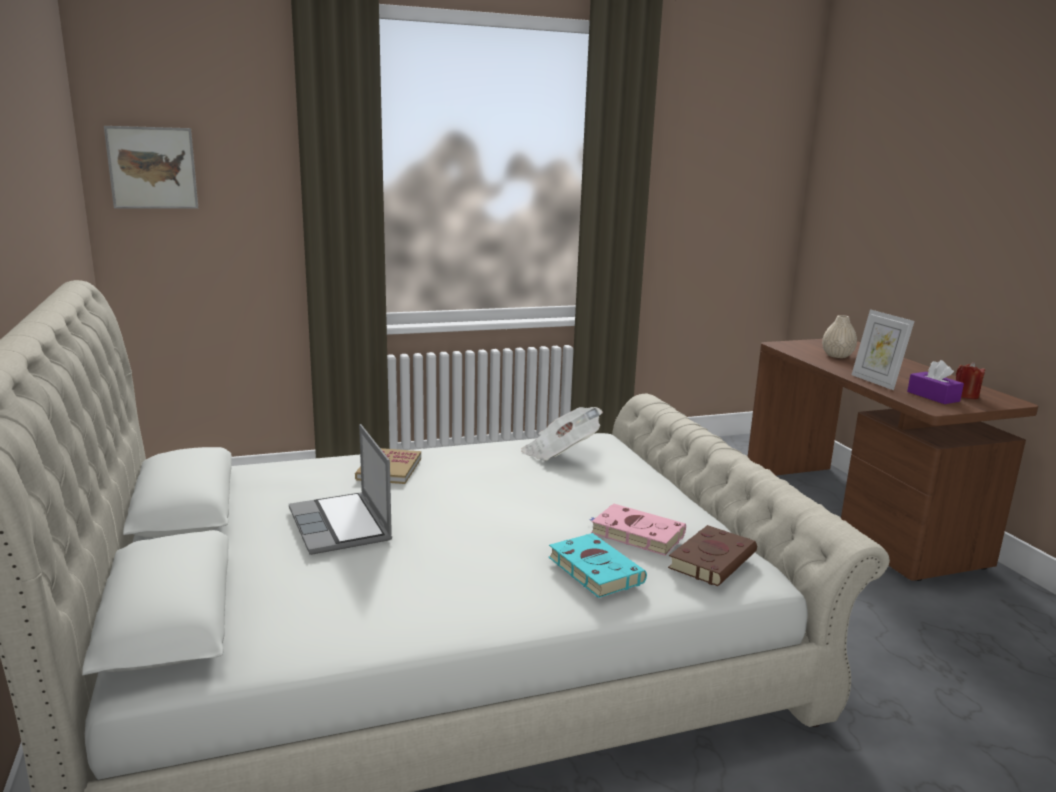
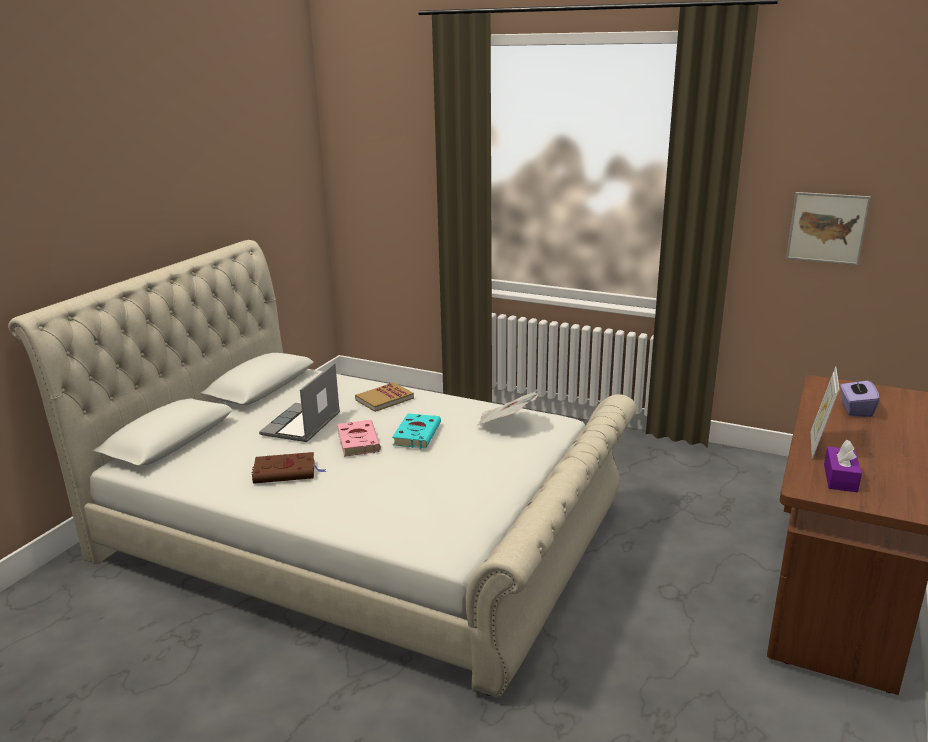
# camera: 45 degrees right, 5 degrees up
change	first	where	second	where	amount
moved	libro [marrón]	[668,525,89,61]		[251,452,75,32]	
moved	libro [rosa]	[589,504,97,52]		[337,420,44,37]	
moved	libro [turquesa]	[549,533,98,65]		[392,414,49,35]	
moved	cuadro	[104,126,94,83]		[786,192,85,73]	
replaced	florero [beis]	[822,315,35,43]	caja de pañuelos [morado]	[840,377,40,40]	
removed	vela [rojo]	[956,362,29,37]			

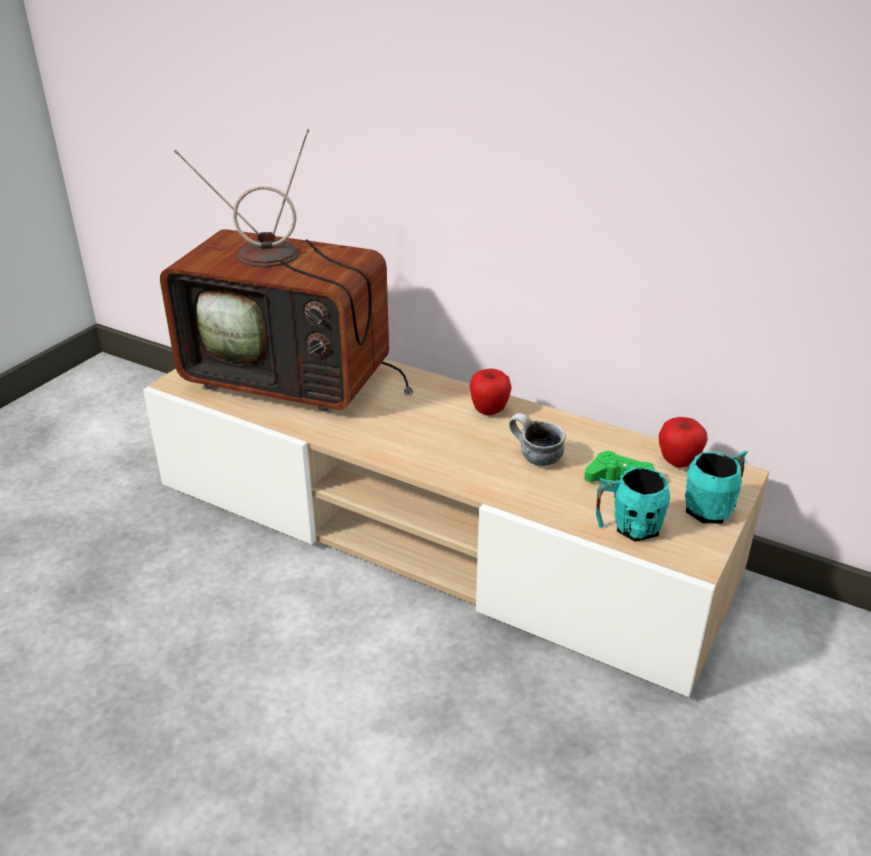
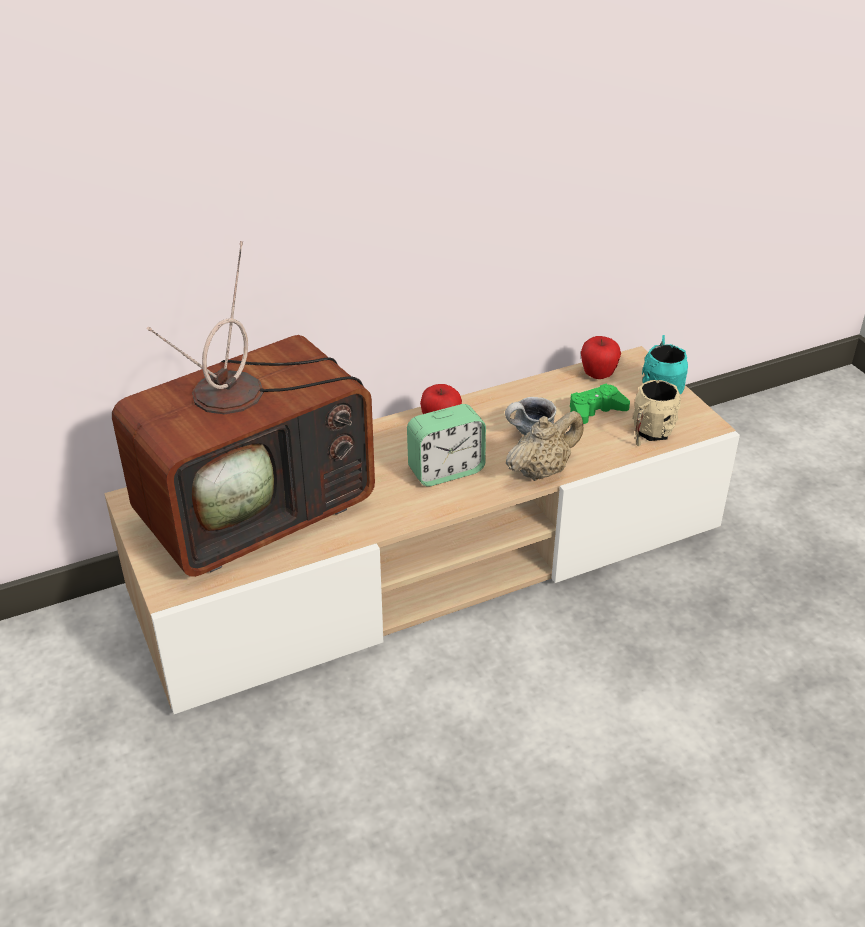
# camera: 55 degrees left, 5 degrees up
change	first	where	second	where	amount
added			despertador	[407,404,79,83]	
added			tetera [beis]	[506,411,78,70]	
recoloured	taza grande [turquesa]	[596,467,74,75]	taza grande [beis]	[633,380,48,66]	

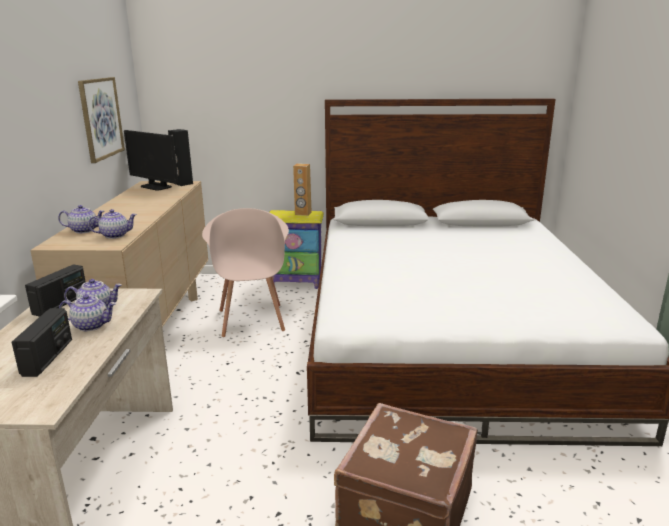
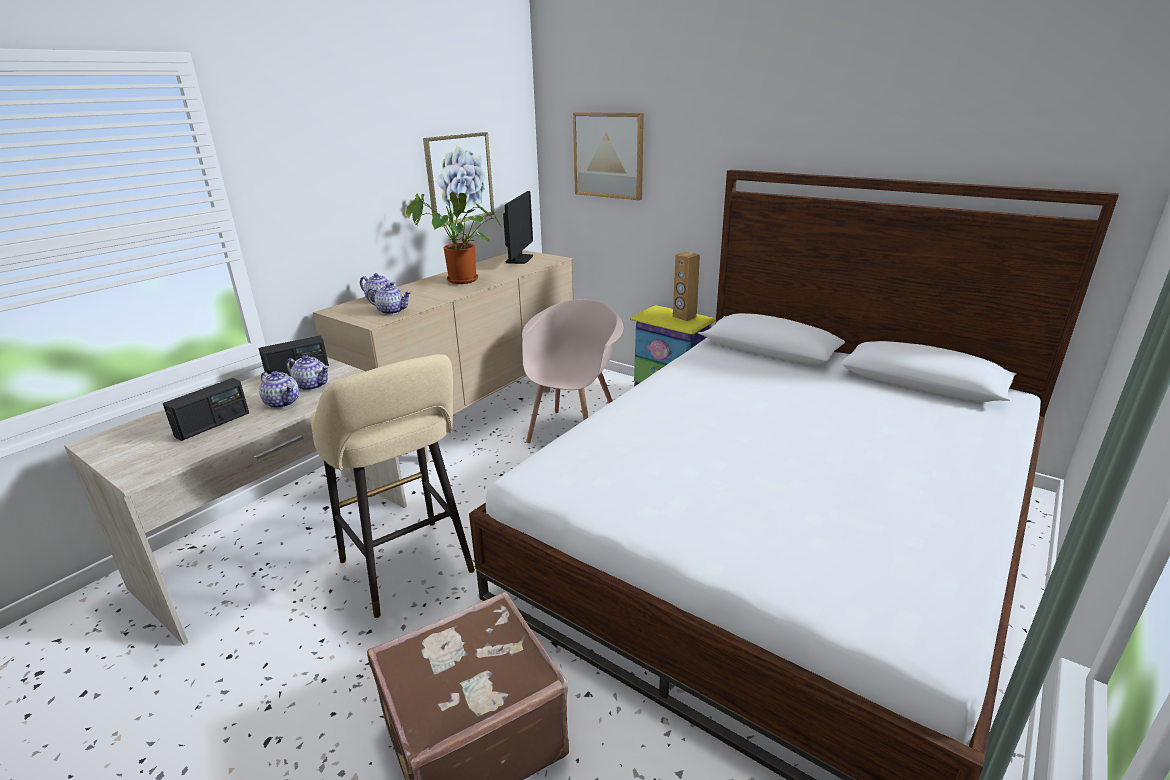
# camera: 35 degrees right, 5 degrees up
change	first	where	second	where	amount
added			taburete [beis]	[310,354,165,264]	
added			planta en maceta	[406,192,96,92]	
turned	monitor	[124,130,54,61]		[503,191,30,73]	150 degrees counterclockwise
added			cuadro	[573,112,71,88]	
removed	altavoz [negro]	[168,129,25,57]			

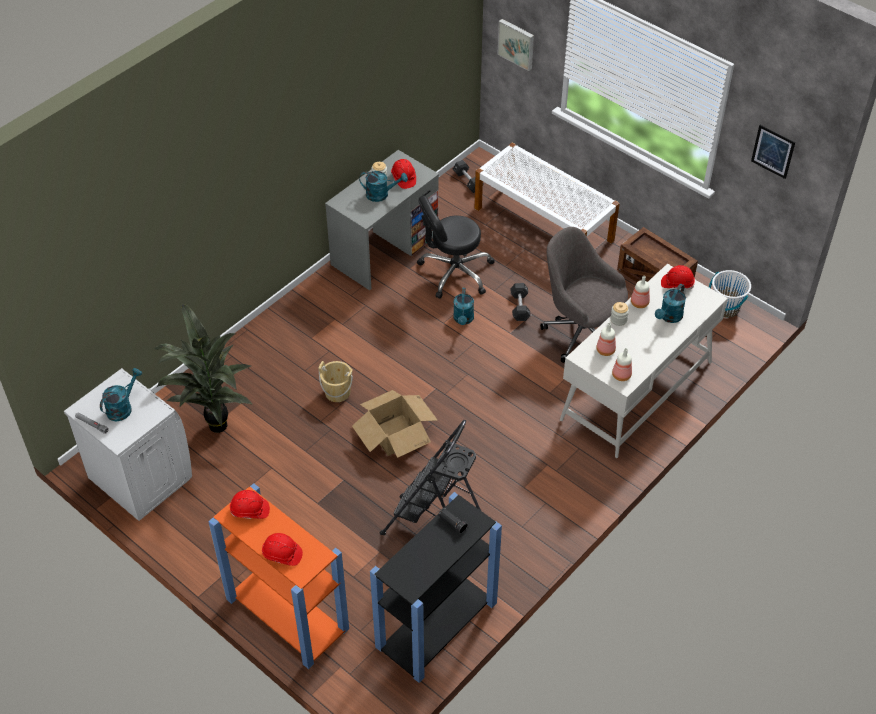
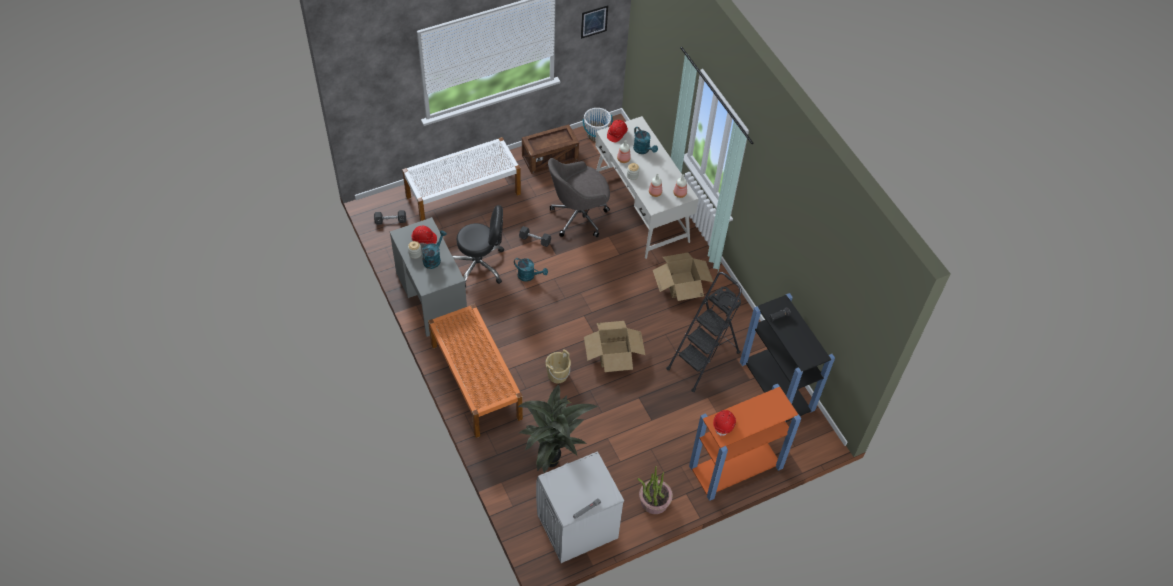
# camera: 70 degrees left, 5 degrees up
change	first	where	second	where	amount
added			banco [naranja]	[428,304,95,134]	
turned	silla de oficina [negro]	[417,195,78,104]		[452,205,52,83]	90 degrees counterclockwise
added			planta en maceta	[637,466,36,48]	
added			caja de cartón	[653,253,60,48]	
removed	regadera [turquesa]	[100,368,42,53]			
removed	casco [rojo]	[262,533,41,33]			
removed	cuadro	[497,19,37,52]			

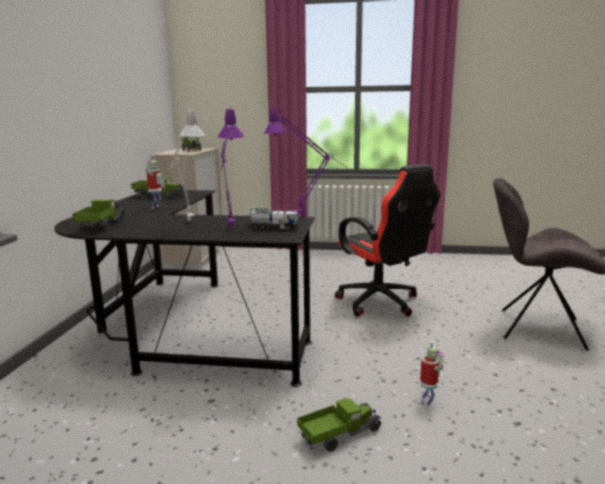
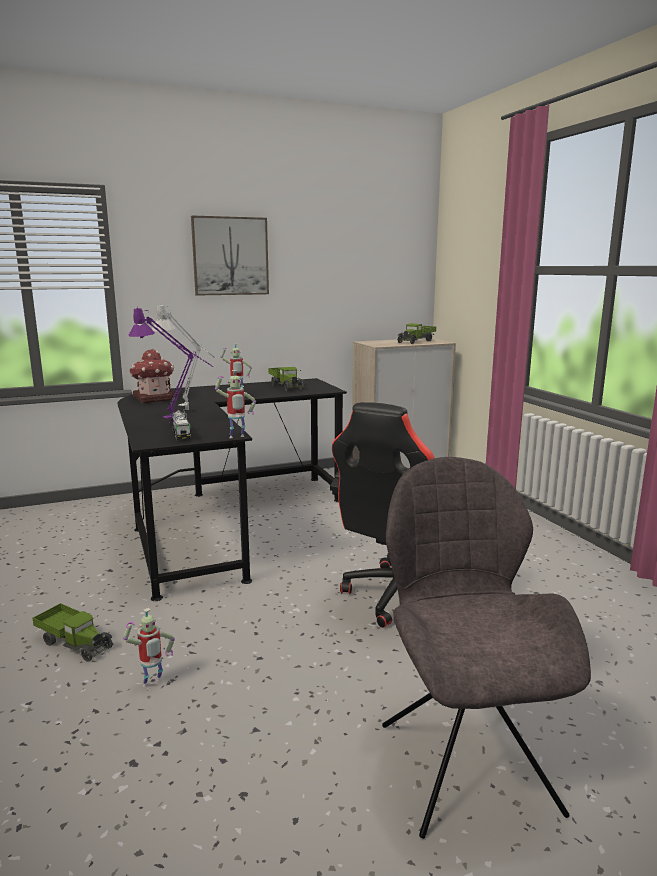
# camera: 60 degrees right, 0 degrees up
change	first	where	second	where	amount
replaced	camión de juguete	[72,200,53,30]	casita	[130,349,47,54]	
added			cuadro	[191,215,78,81]	
replaced	lámpara de mesa [morado]	[264,107,89,111]	robot de juguete	[215,370,41,68]	

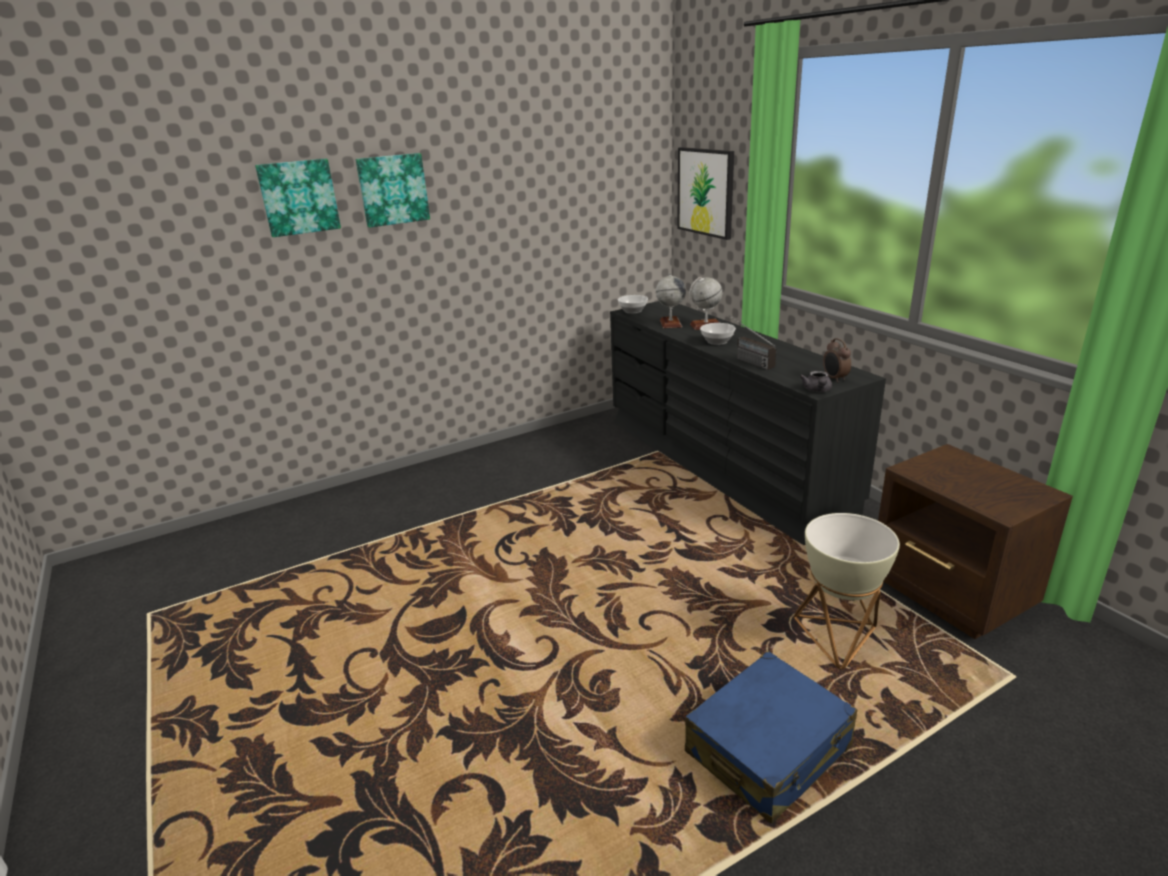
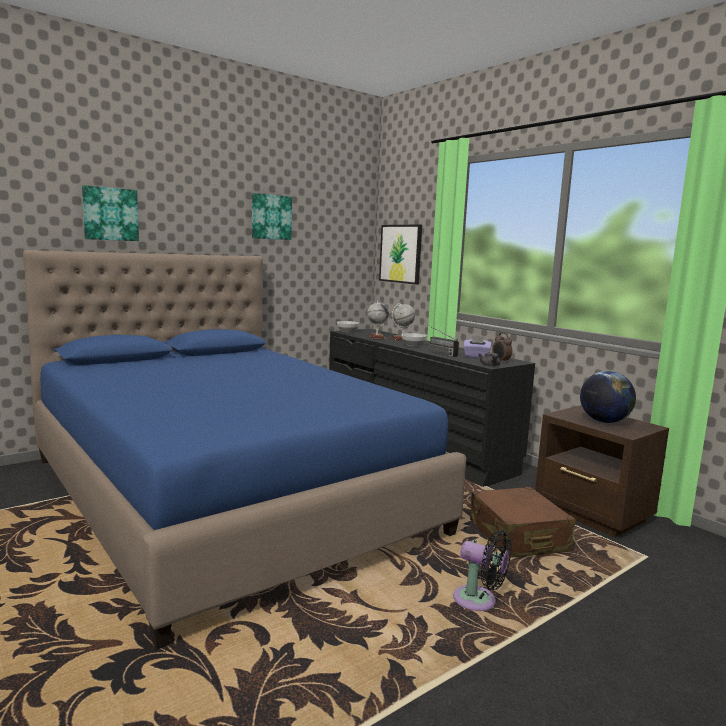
# camera: 10 degrees left, 15 degrees down
change	first	where	second	where	amount
added			cama [azul]	[23,250,443,400]	
moved	cuadro	[356,153,74,75]		[252,193,40,47]	
replaced	maleta [azul]	[685,651,172,173]	ventilador [negro]	[453,530,59,81]	
added			caja de pañuelos [morado]	[463,336,29,22]	
replaced	maceta	[794,513,106,156]	maleta [marrón]	[470,487,105,71]	
added			globo terráqueo	[580,371,56,52]	

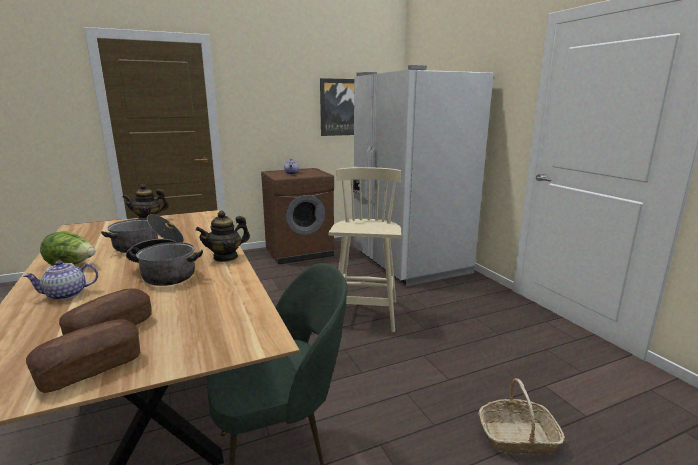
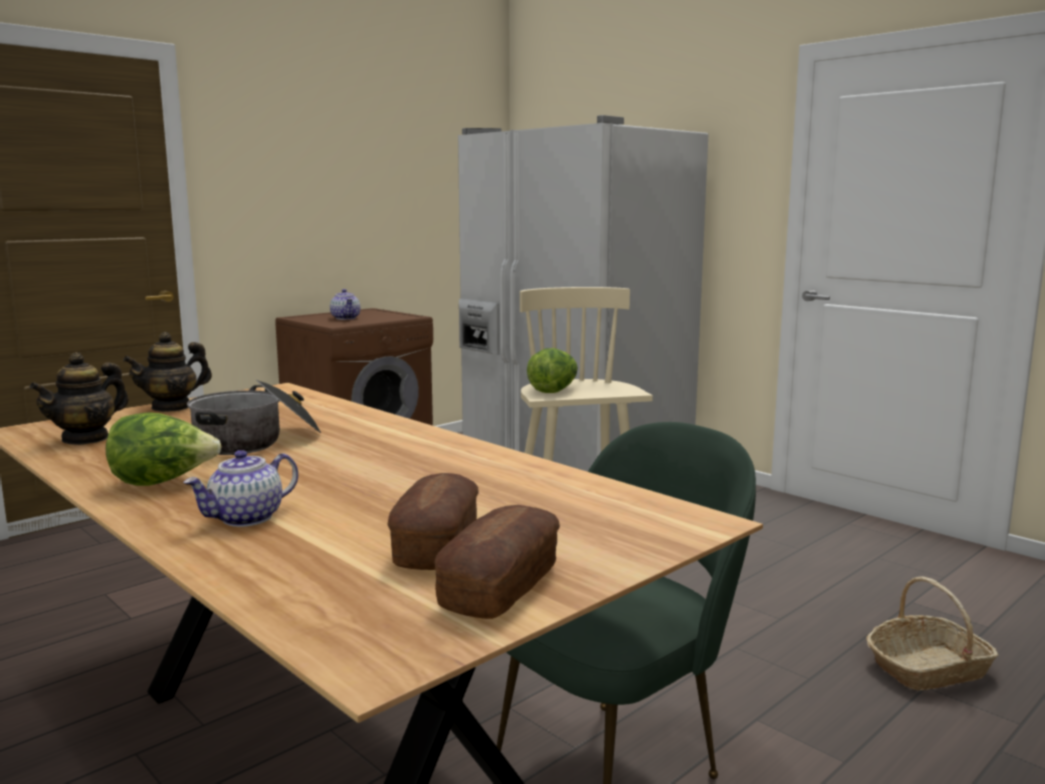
# camera: 20 degrees left, 5 degrees down
change	first	where	second	where	amount
moved	tetera	[196,211,54,51]		[29,352,100,93]	
added			lechuga	[527,348,51,45]	
removed	olla	[126,239,77,47]			
removed	cuadro	[320,78,34,58]			

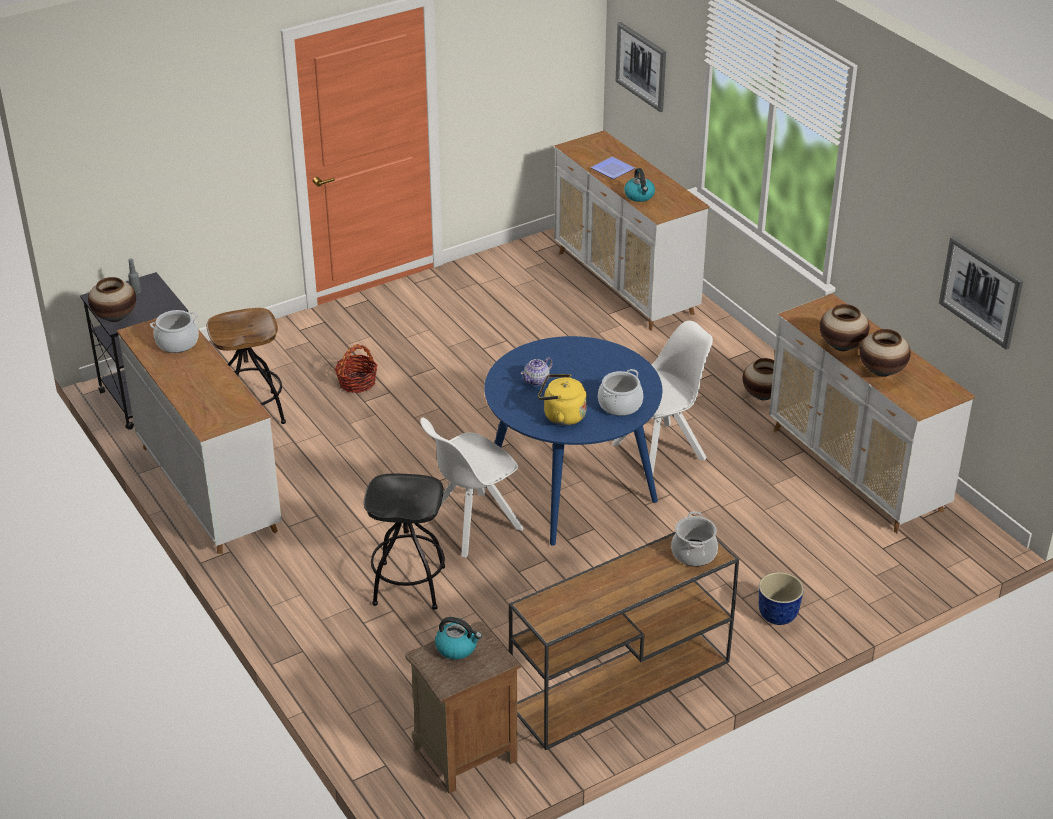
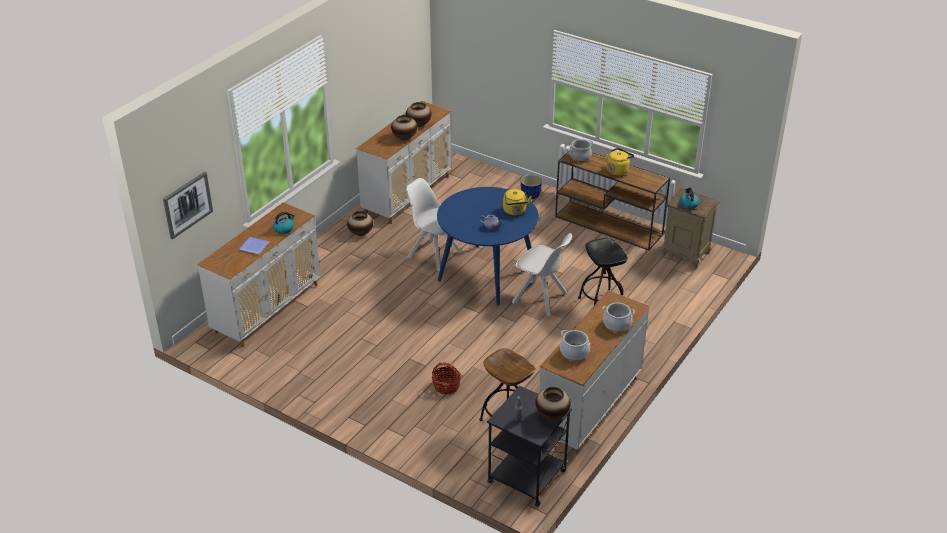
# camera: 115 degrees left, 0 degrees up
change	first	where	second	where	amount
moved	olla	[598,369,45,47]		[602,302,33,30]	
added			hervidor [amarillo]	[605,148,29,28]	
removed	cuadro	[939,236,84,114]			

